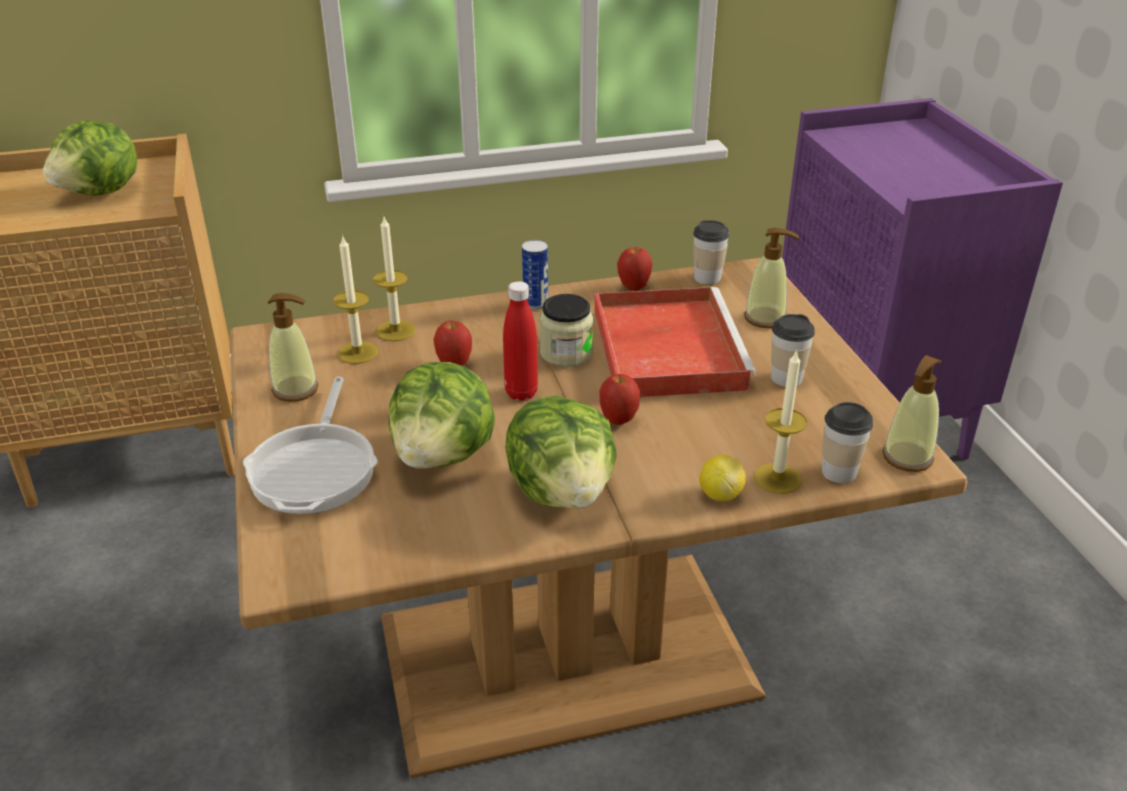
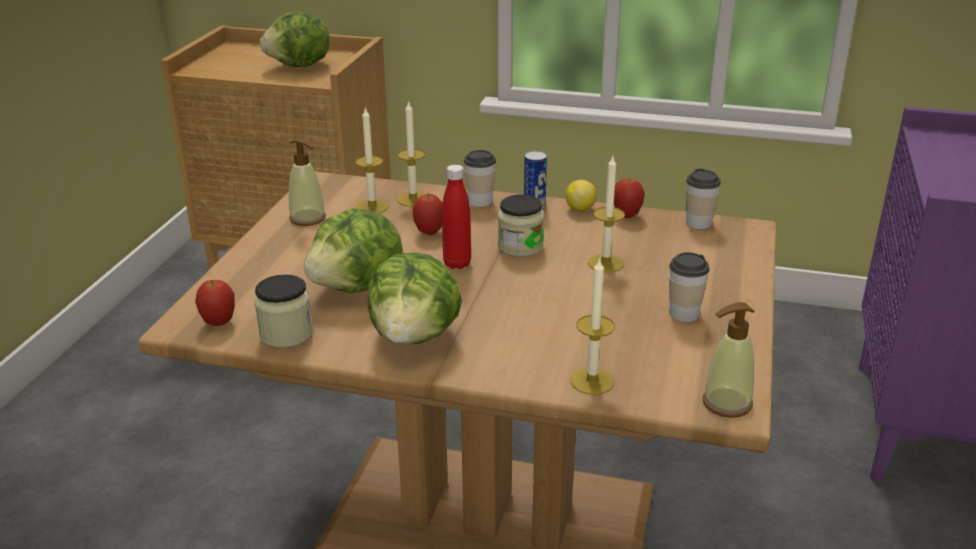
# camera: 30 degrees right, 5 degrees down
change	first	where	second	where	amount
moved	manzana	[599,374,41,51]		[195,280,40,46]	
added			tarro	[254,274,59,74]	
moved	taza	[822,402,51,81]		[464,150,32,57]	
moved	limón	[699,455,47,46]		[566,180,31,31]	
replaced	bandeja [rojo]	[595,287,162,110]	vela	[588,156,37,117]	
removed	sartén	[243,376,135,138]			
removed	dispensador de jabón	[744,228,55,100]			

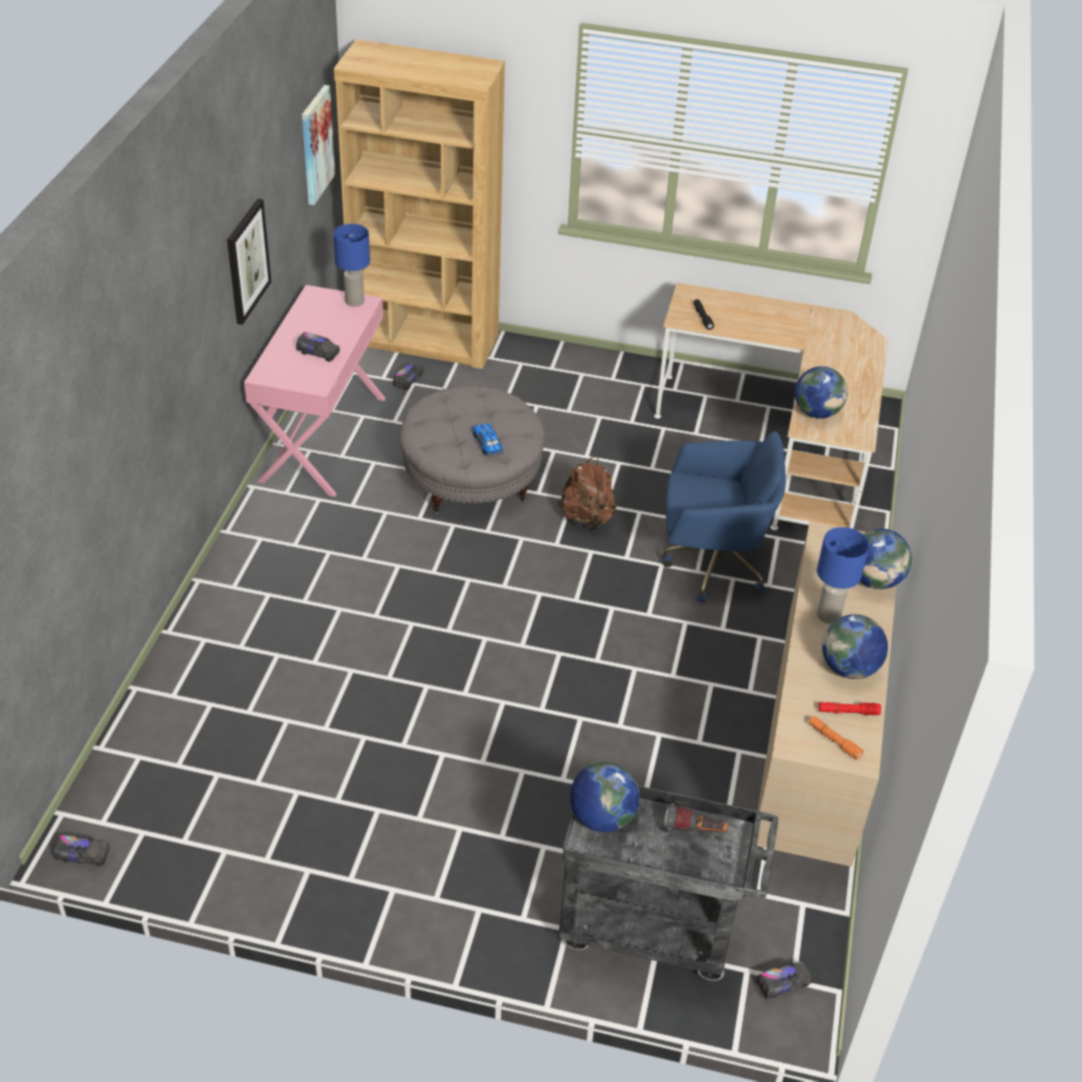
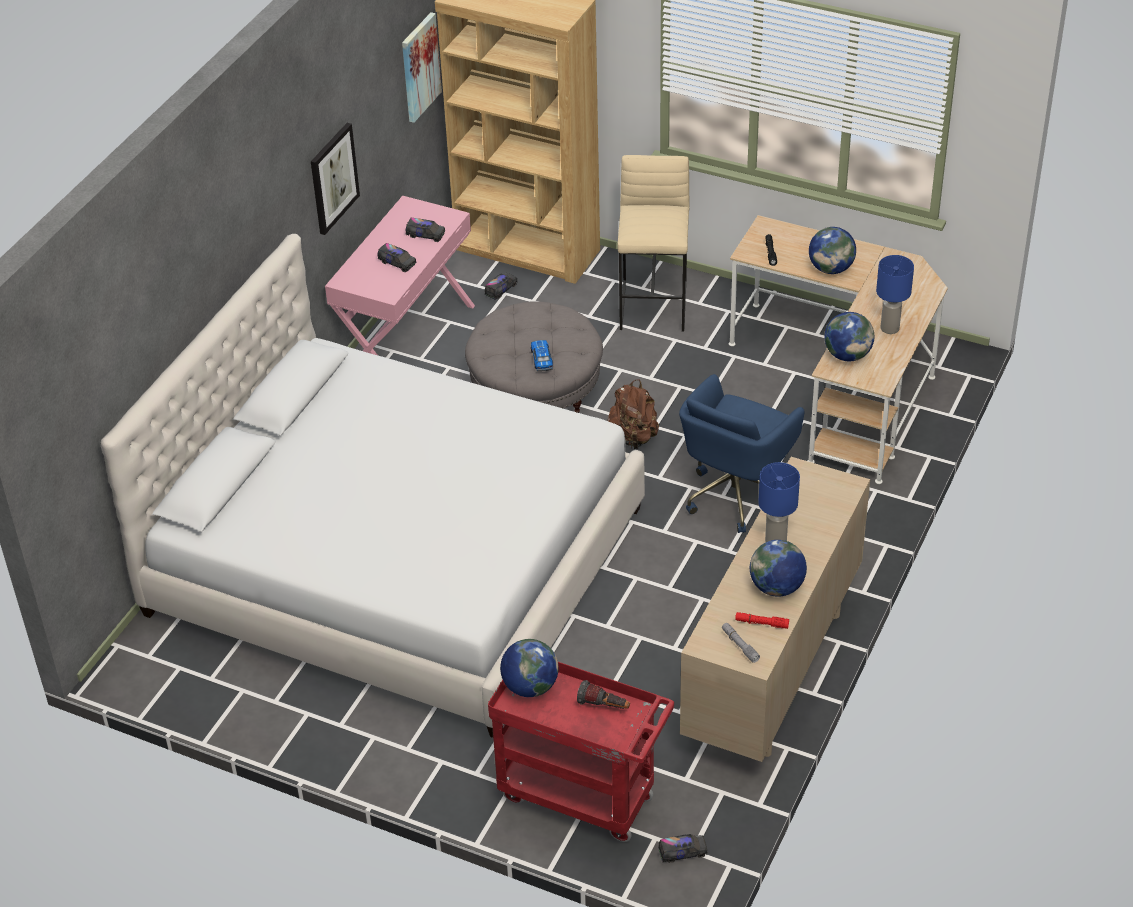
# camera: 15 degrees right, 0 degrees up
change	first	where	second	where	amount
added			cama [blanco]	[101,234,544,504]	
moved	camión de juguete	[53,835,57,32]		[406,218,39,24]	
recoloured	carrito [negro]	[559,785,219,196]	carrito [rojo]	[488,662,186,180]	
added			taburete [beis]	[617,155,73,177]	
turned	silla de oficina [azul]	[662,431,124,172]		[679,374,126,159]	105 degrees clockwise
recoloured	linterna [naranja]	[808,716,56,44]	linterna [gris]	[722,623,38,40]	
moved	globo terráqueo	[860,529,52,60]		[809,227,47,47]	
moved	lámpara de mesa [azul]	[333,224,37,83]		[876,255,38,79]	

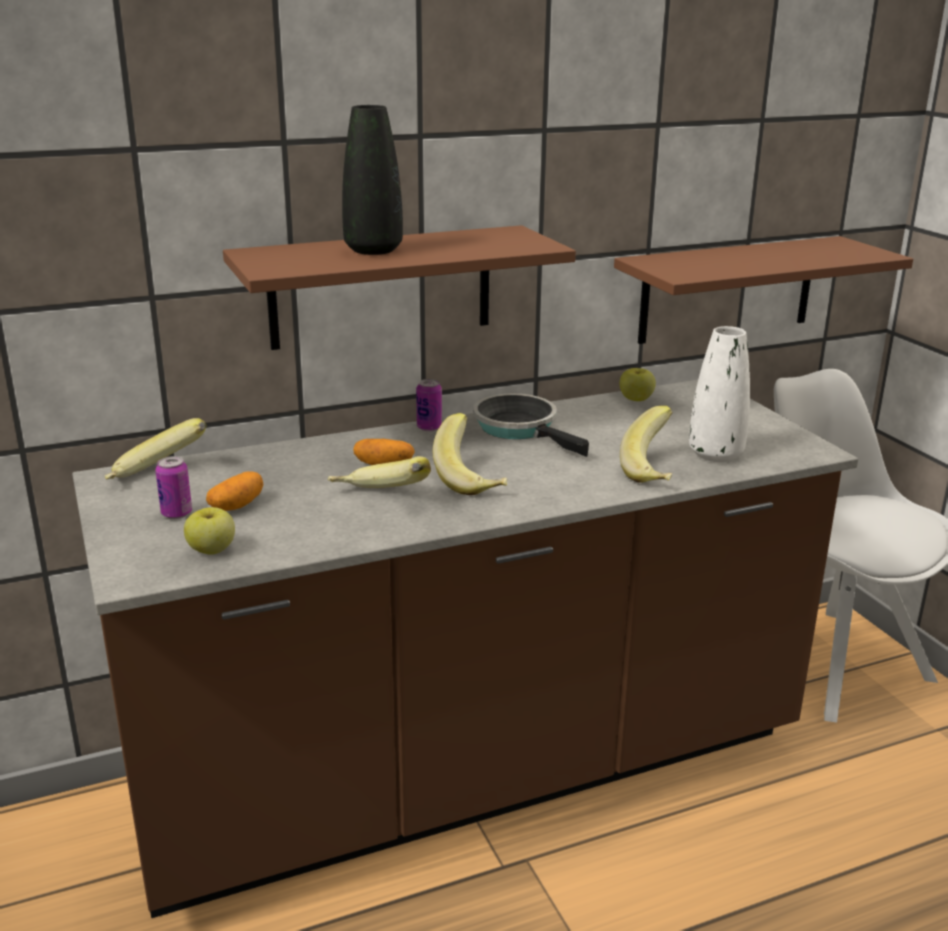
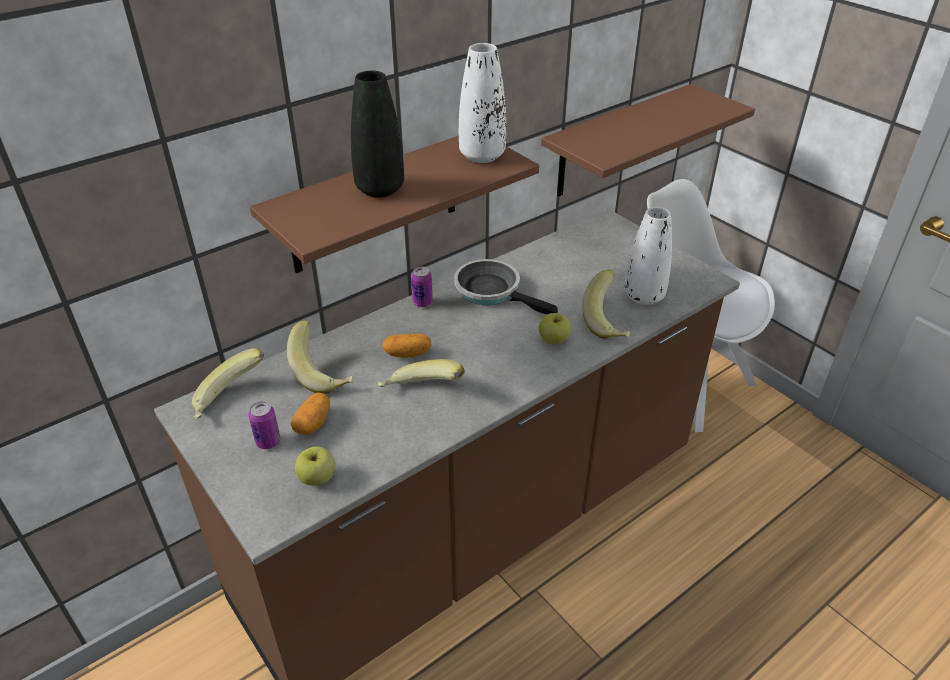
# camera: 15 degrees left, 15 degrees up
change	first	where	second	where	amount
moved	plátano	[433,413,74,82]		[287,320,66,74]	
added			florero [blanco]	[459,43,47,120]	
moved	manzana	[620,368,36,33]		[539,313,32,32]	

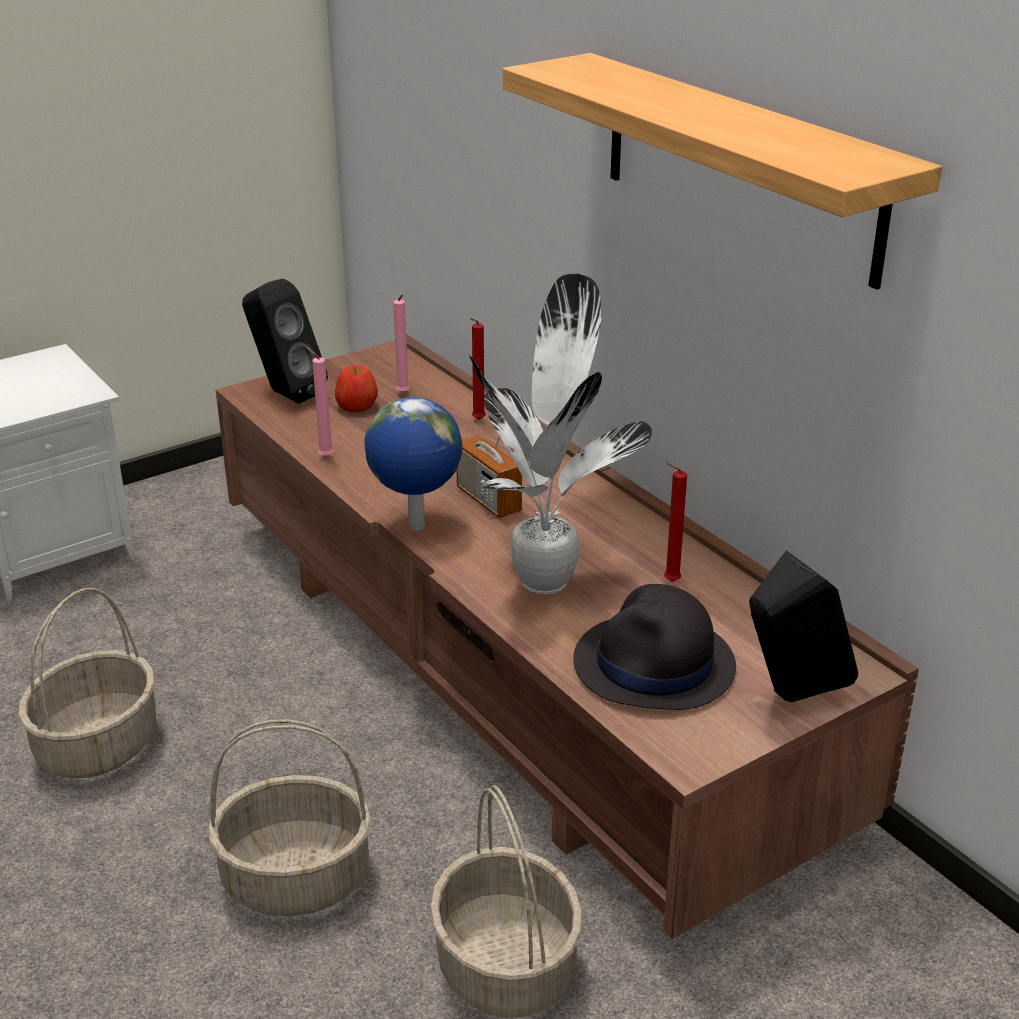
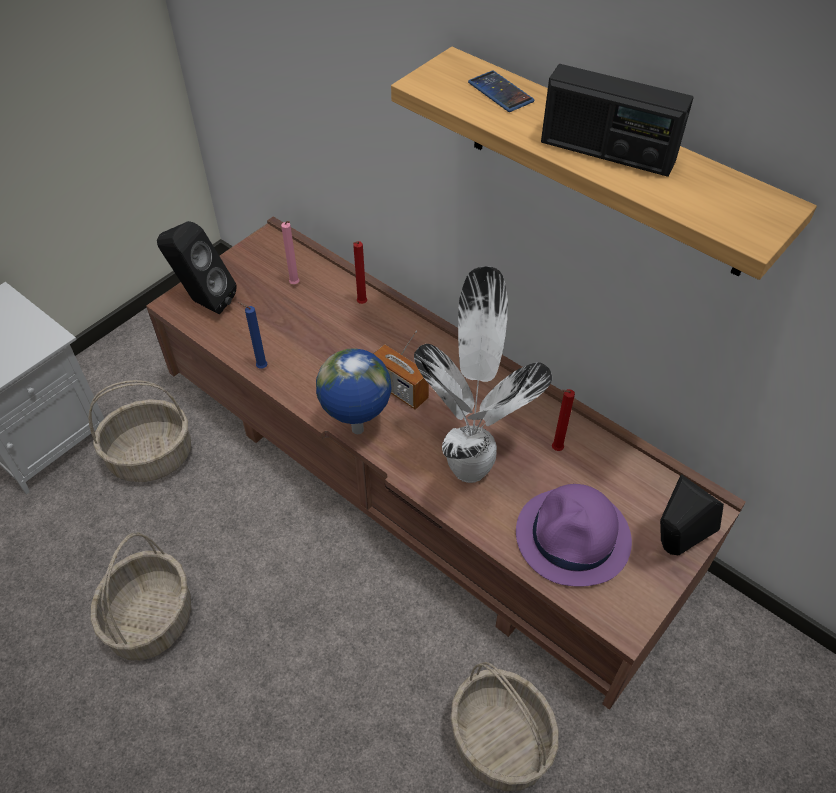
# camera: 15 degrees left, 20 degrees up
change	first	where	second	where	amount
moved	cesta	[208,719,164,197]		[88,380,103,102]	
recoloured	vela [rosa]	[306,347,27,110]	vela [azul]	[238,302,29,67]	
added			móvil	[468,71,67,41]	
recoloured	sombrero [negro]	[573,584,163,126]	sombrero [morado]	[516,484,116,103]	
added			radio	[541,64,153,113]	
removed	manzana	[335,365,43,47]			

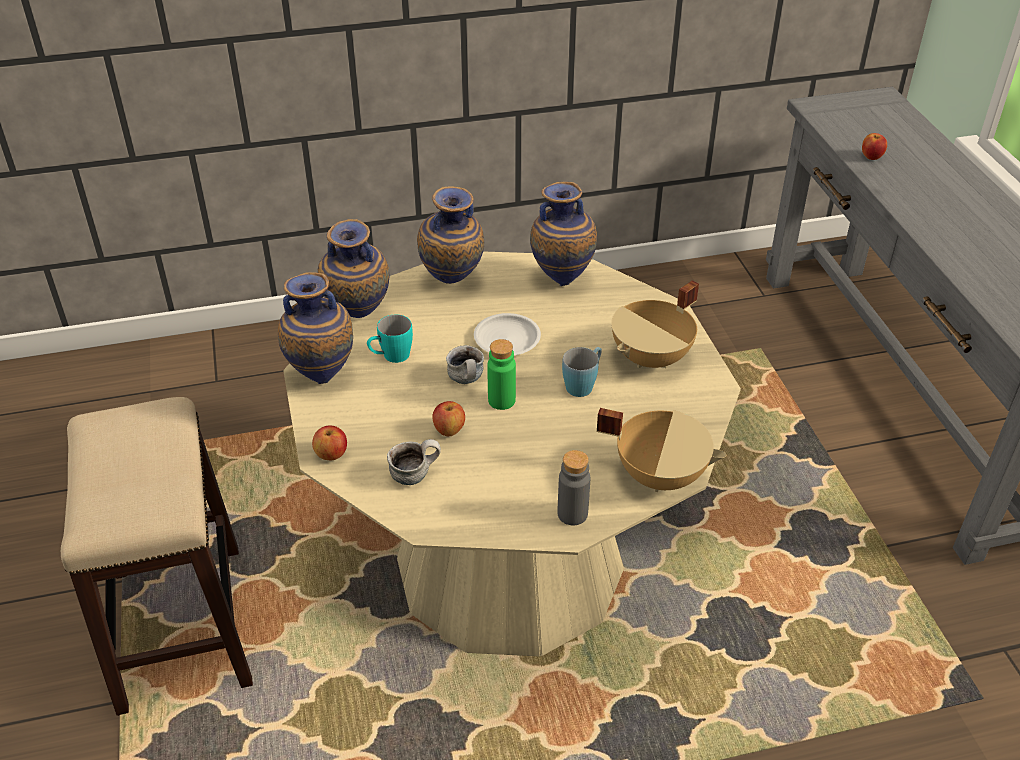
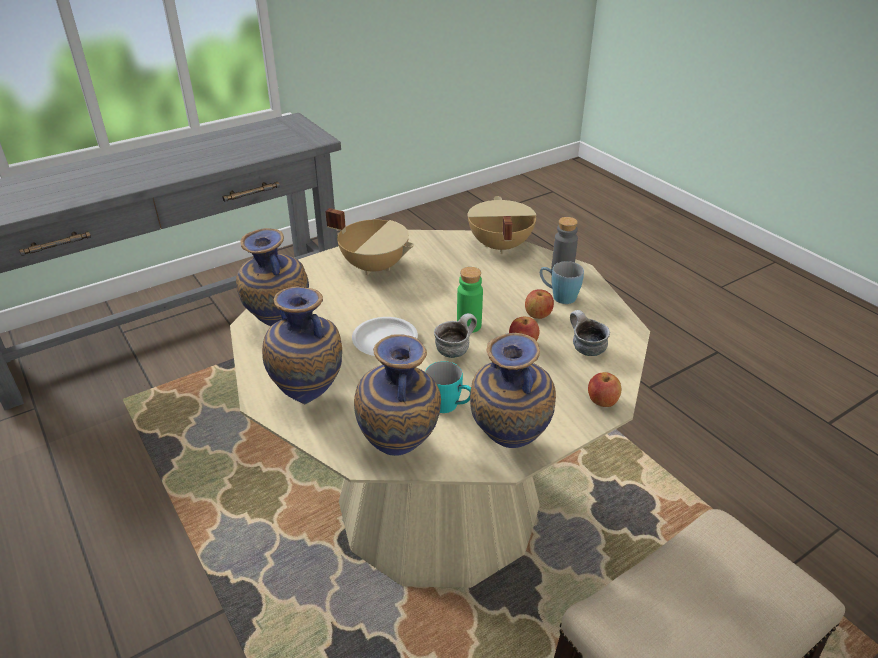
# camera: 110 degrees left, 5 degrees down
change	first	where	second	where	amount
moved	manzana	[862,133,25,27]		[525,290,29,29]	
moved	taza grande [azul]	[562,347,40,50]		[540,261,44,43]	

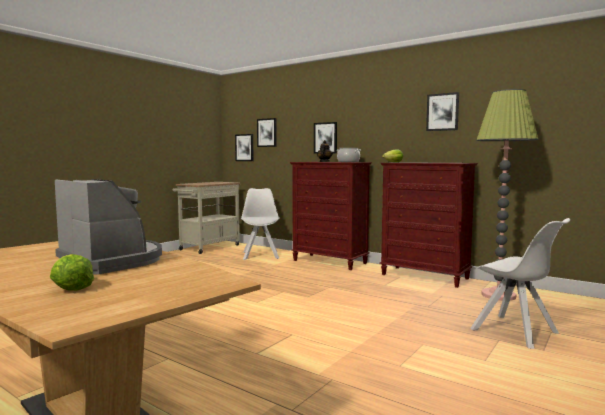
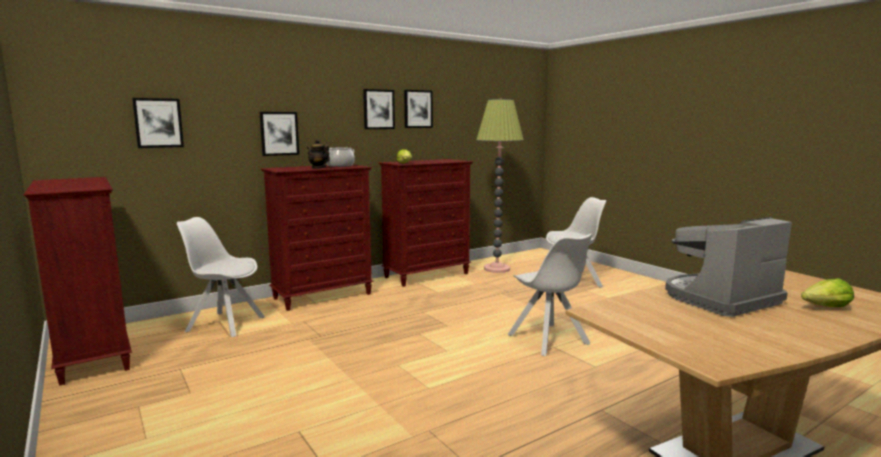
# camera: 70 degrees left, 5 degrees up
change	first	where	second	where	amount
replaced	carrito [beis]	[172,182,68,72]	cómoda [rojo]	[24,177,108,209]	
moved	cuadro	[235,134,19,27]		[363,89,32,40]	
added			silla [blanco]	[508,234,84,122]	

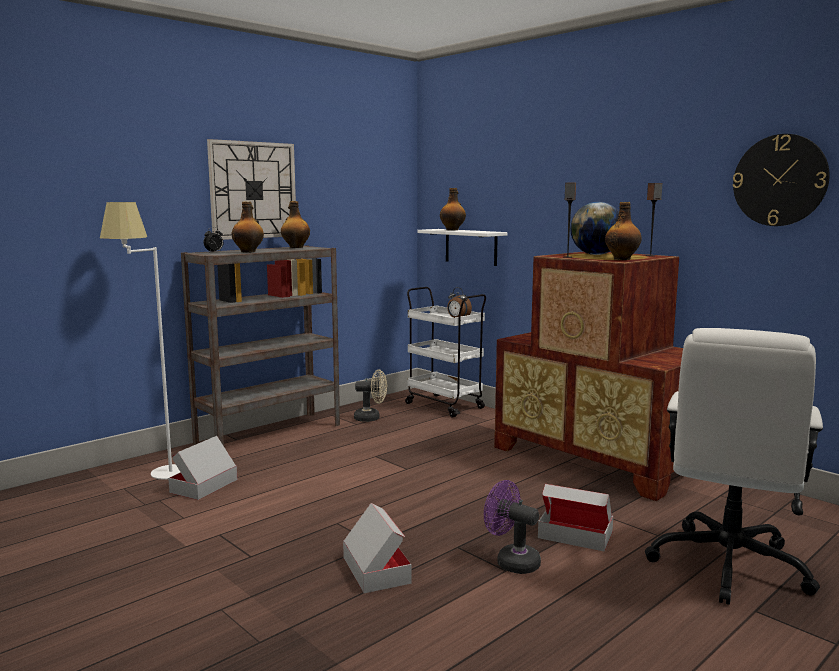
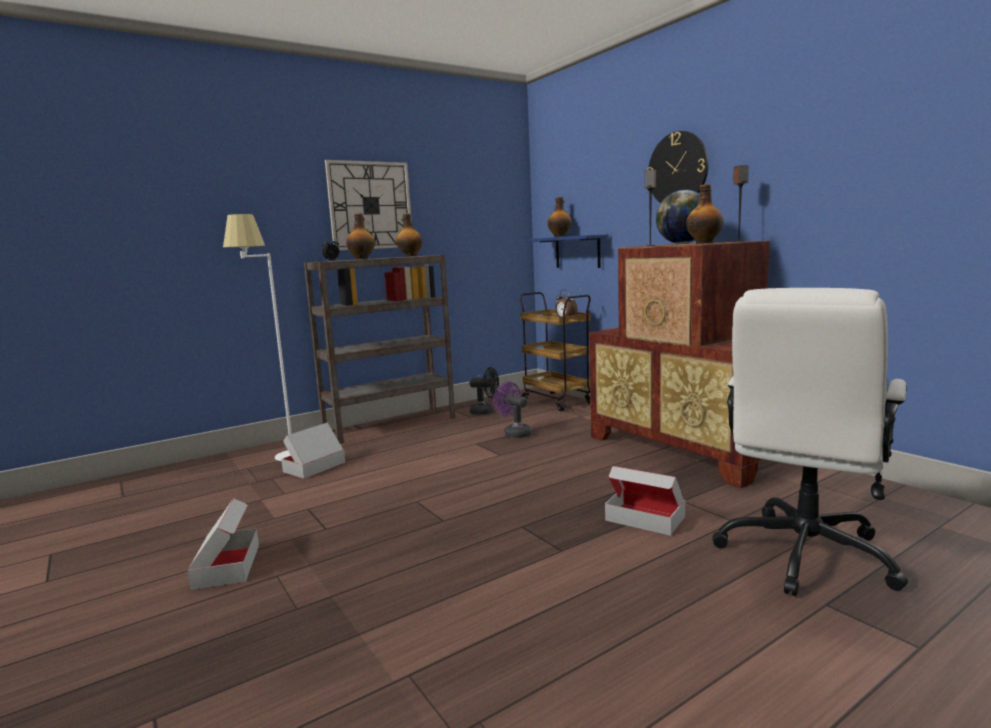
# camera: 10 degrees right, 0 degrees up
change	first	where	second	where	amount
moved	caja de cartón	[343,503,69,90]		[187,498,72,92]	
recoloured	ventilador [beis]	[354,370,33,52]	ventilador [negro]	[469,367,30,48]	
moved	ventilador [morado]	[484,480,57,94]		[493,382,39,56]	
recoloured	carrito [blanco]	[405,287,81,130]	carrito [marrón]	[520,292,71,119]	
recoloured	estante [blanco]	[417,229,90,37]	estante [azul]	[528,234,81,34]	
moved	reloj de pared	[733,134,97,92]		[647,131,62,72]	

